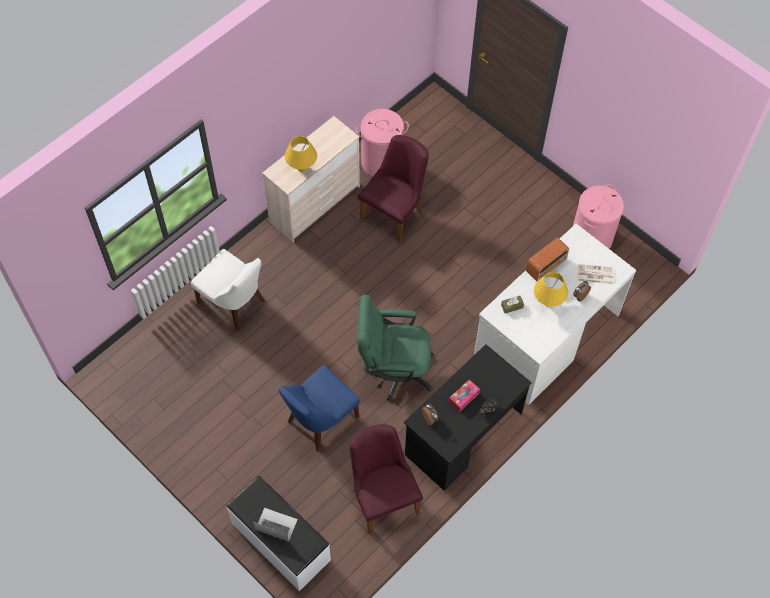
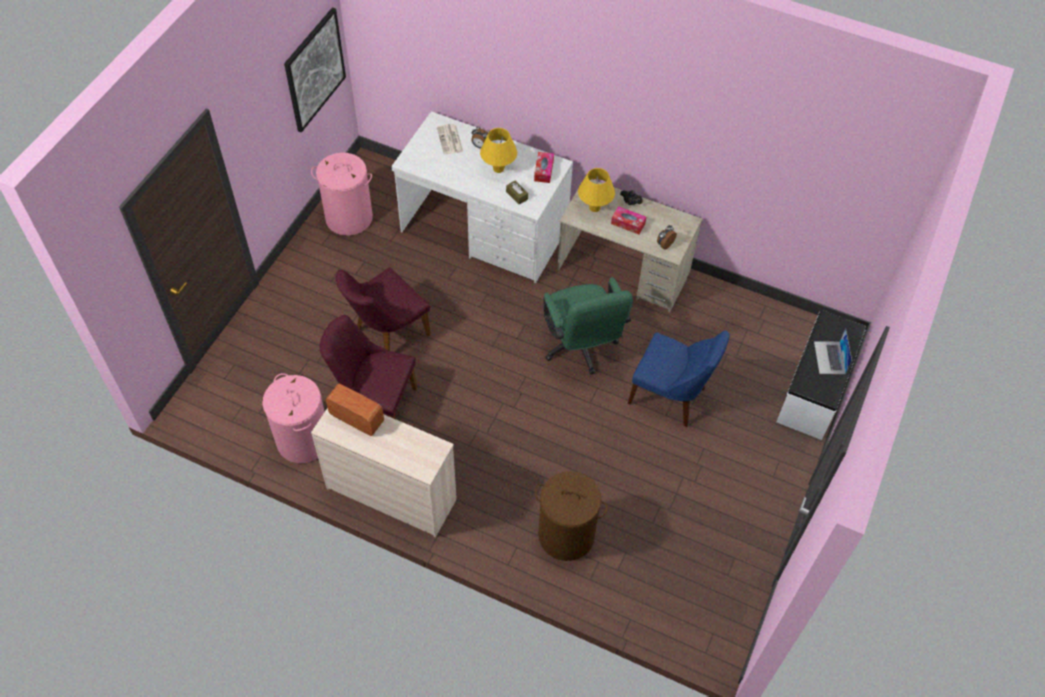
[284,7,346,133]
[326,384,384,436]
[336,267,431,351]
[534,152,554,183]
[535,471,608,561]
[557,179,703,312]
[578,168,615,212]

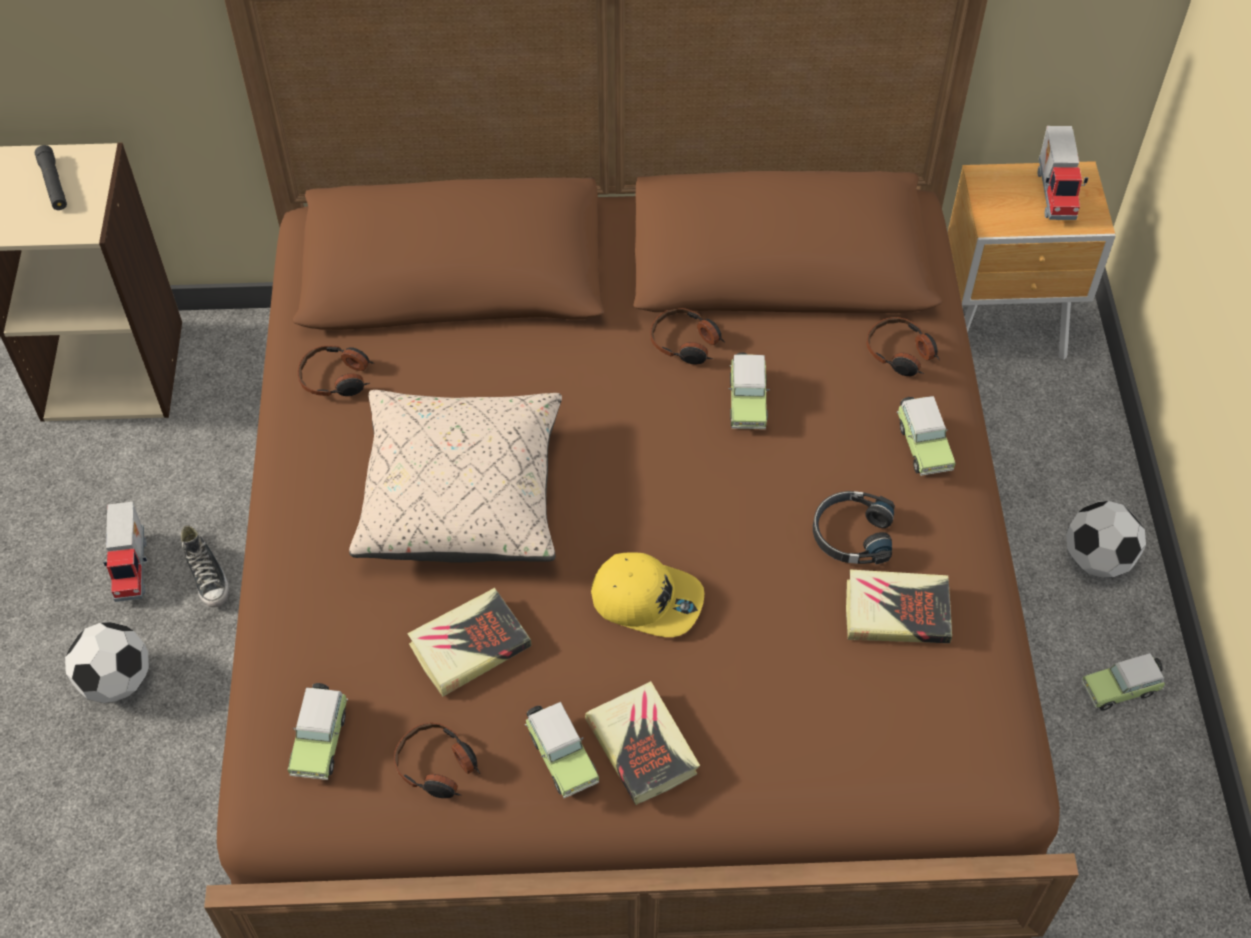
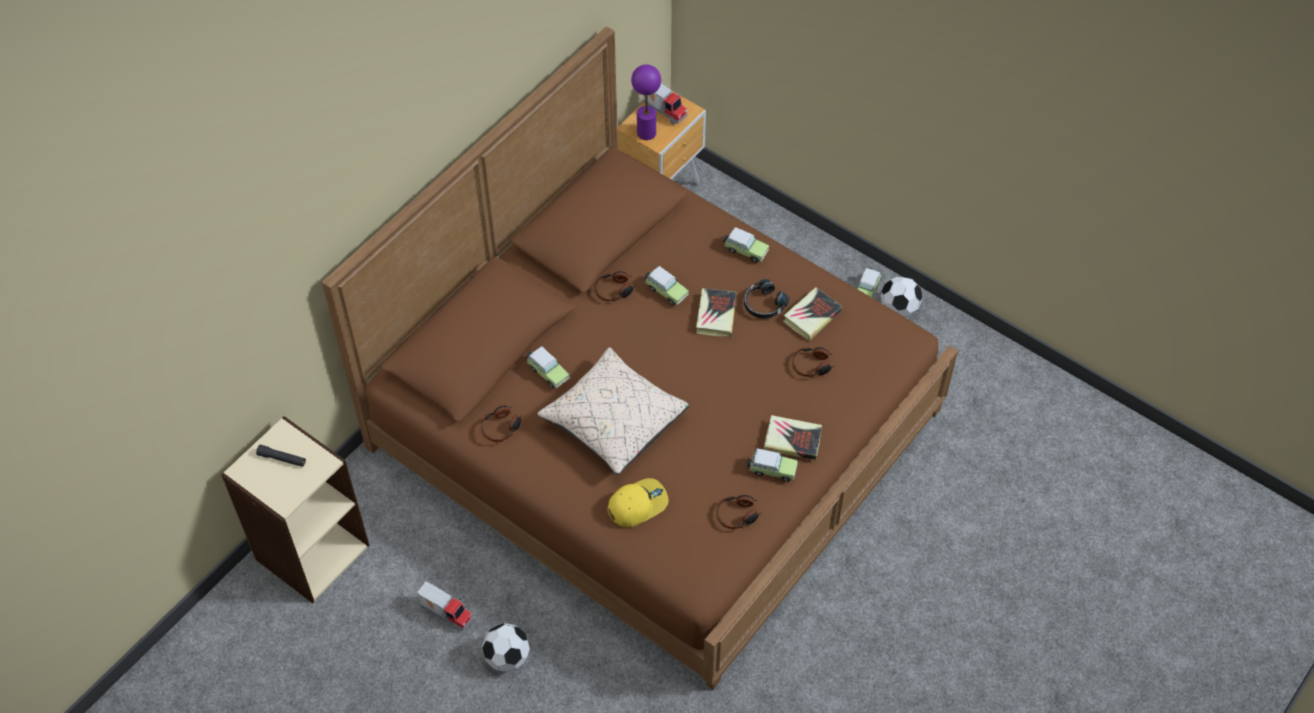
[526,346,570,389]
[607,478,669,527]
[631,64,661,140]
[696,288,737,337]
[792,347,834,377]
[880,276,923,317]
[181,525,229,608] (first image)

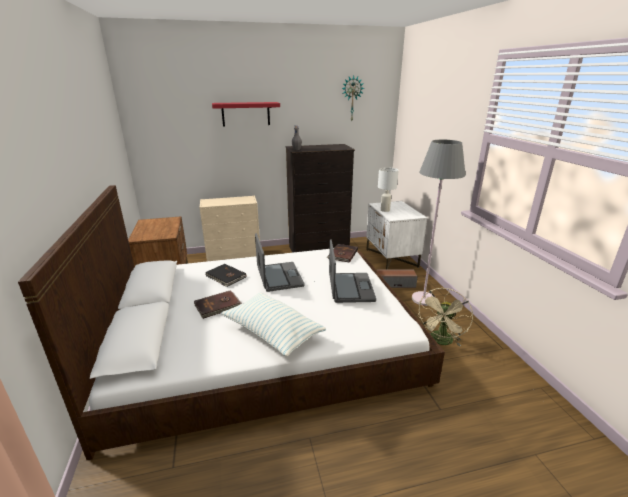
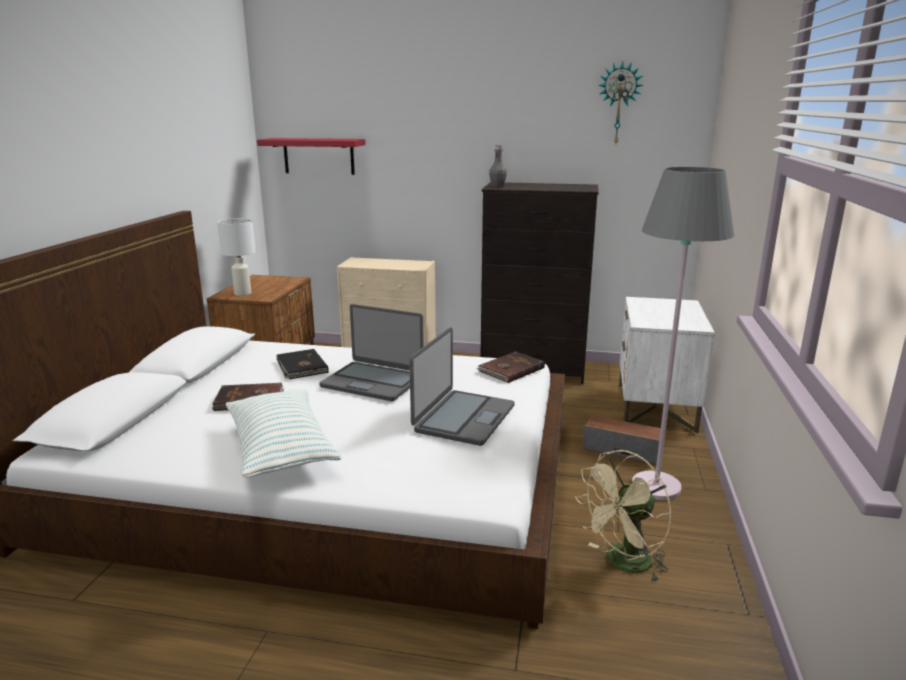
[217,218,256,296]
[257,138,366,175]
[319,304,424,401]

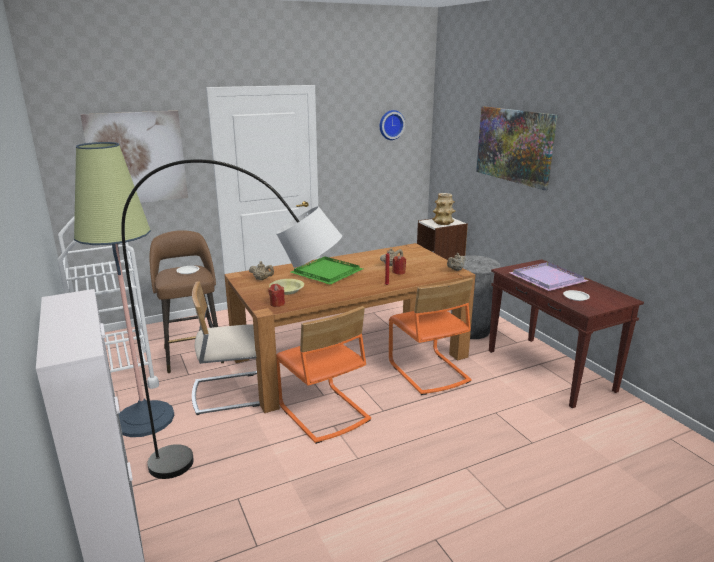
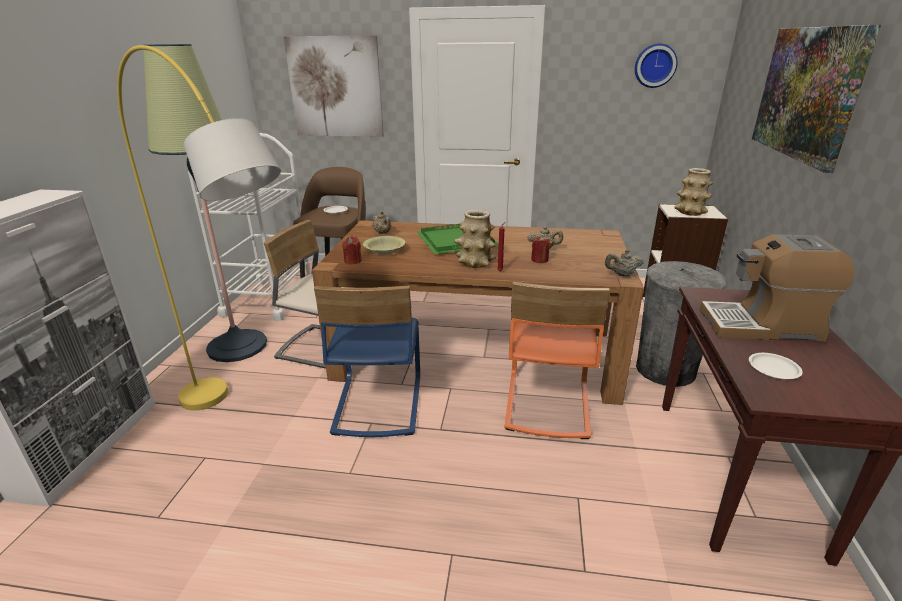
[117,45,281,411]
[314,286,420,437]
[454,210,496,268]
[699,234,855,342]

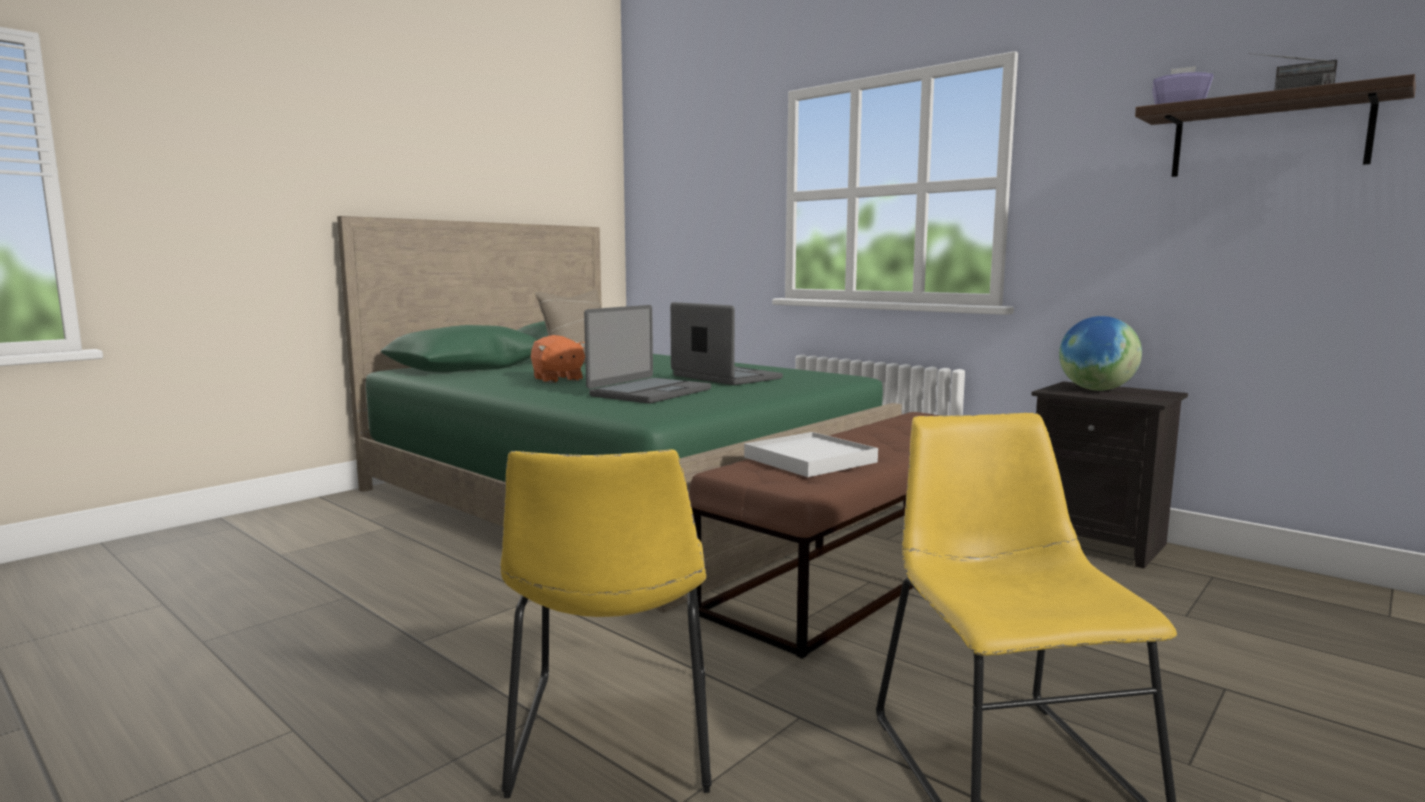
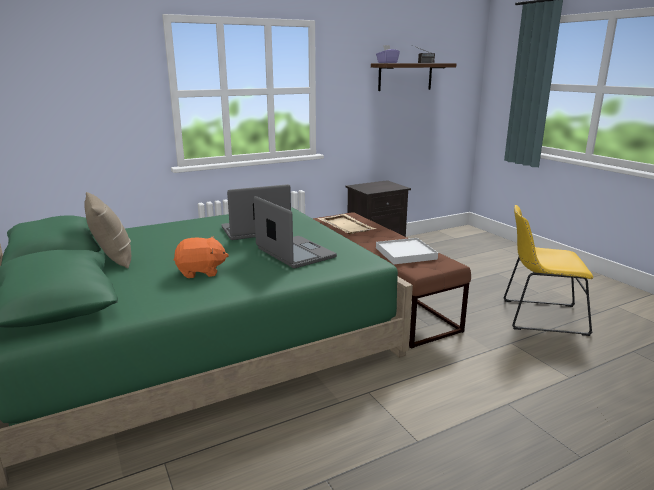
[318,214,376,234]
[501,449,712,798] (first image)
[1059,316,1142,391] (first image)

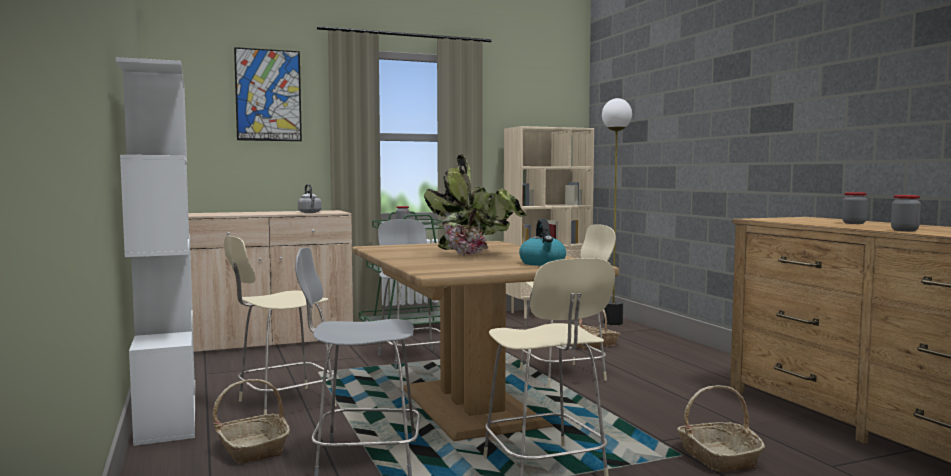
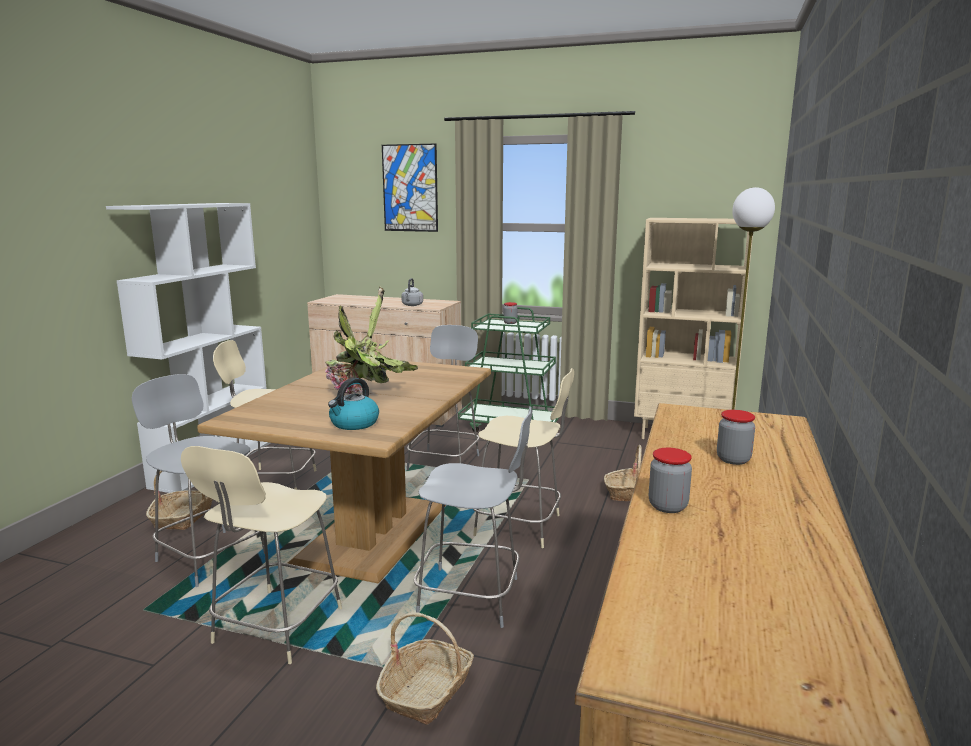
[414,406,532,628]

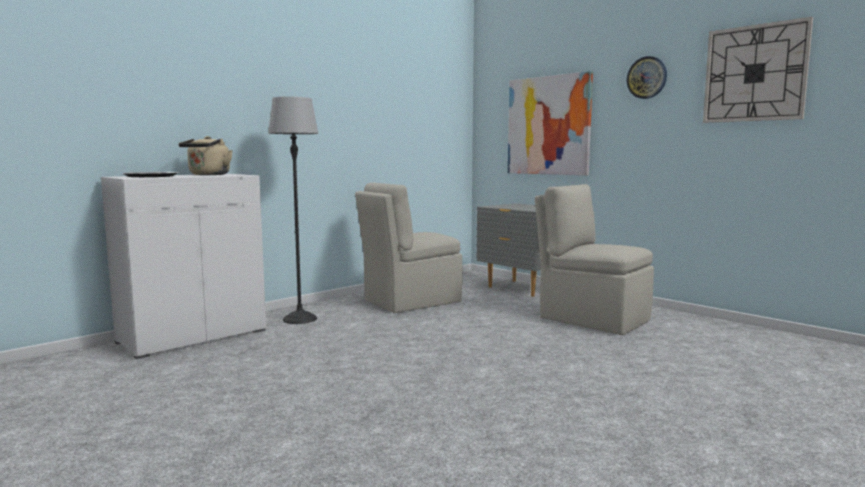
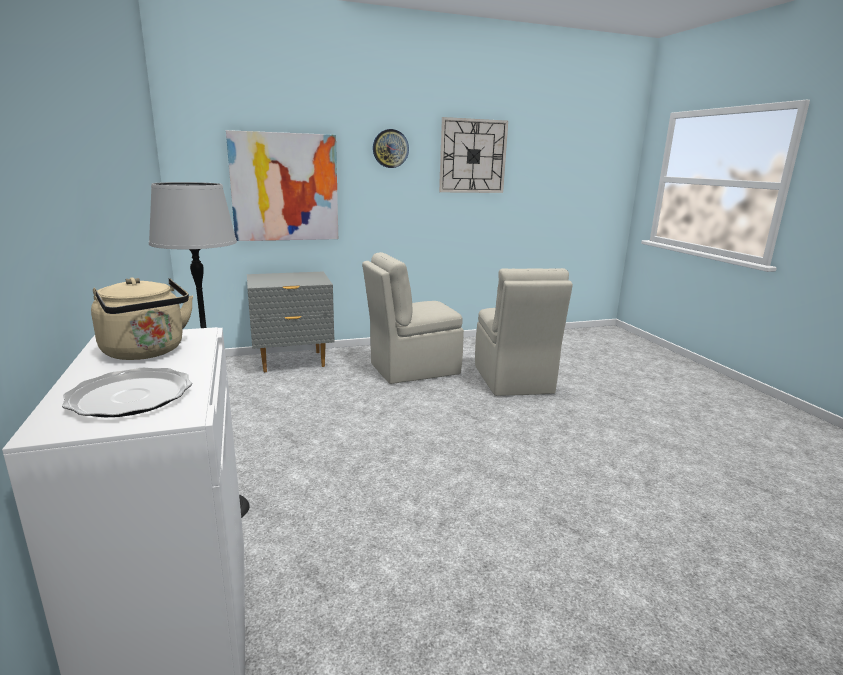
[475,268,573,396]

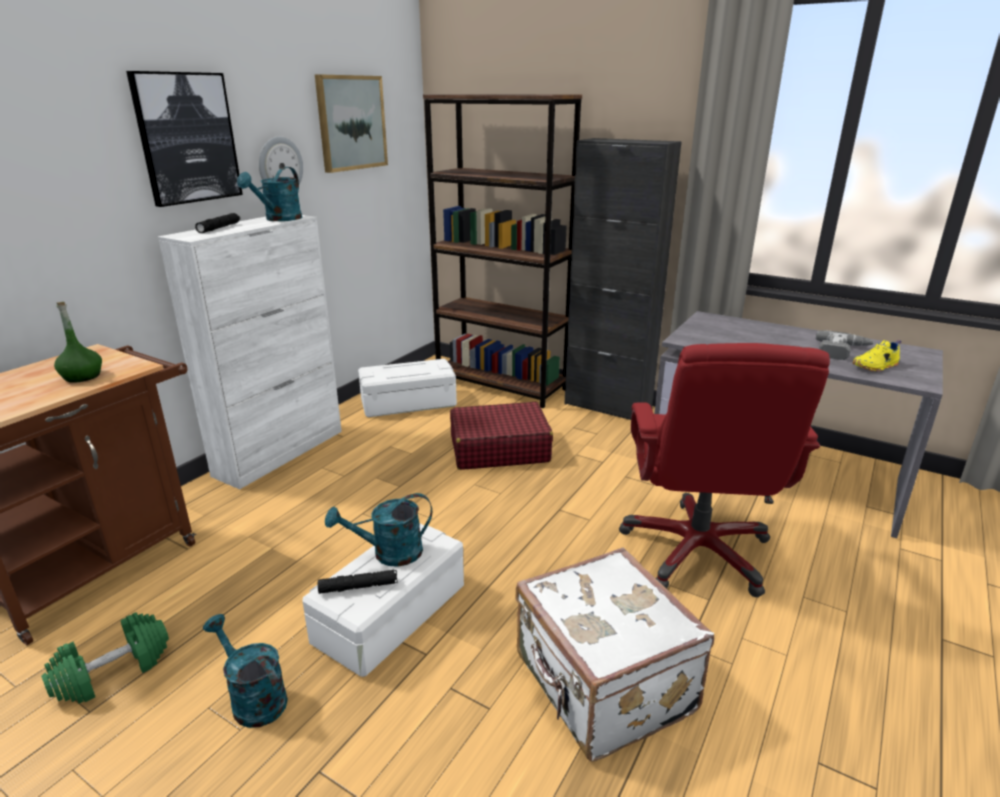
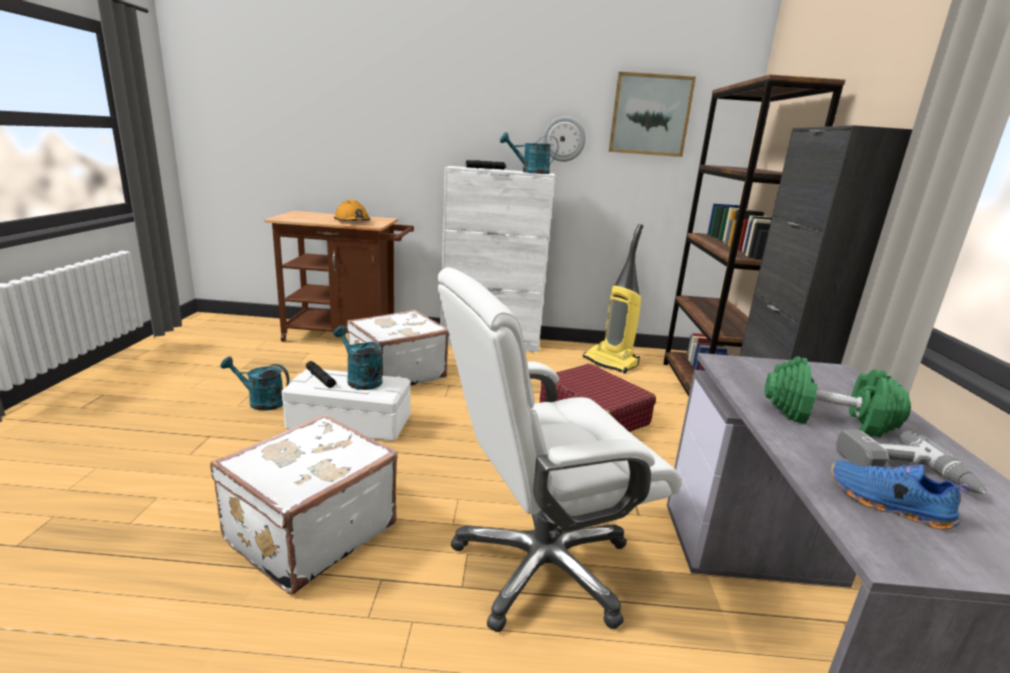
[221,356,289,411]
[334,200,371,221]
[347,310,449,386]
[437,267,682,633]
[583,224,644,373]
[764,356,911,437]
[831,460,969,529]
[126,71,243,207] (first image)

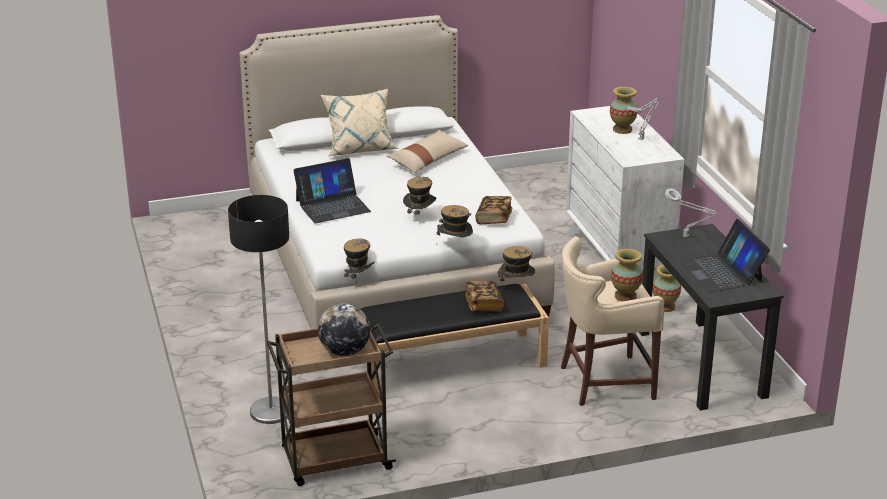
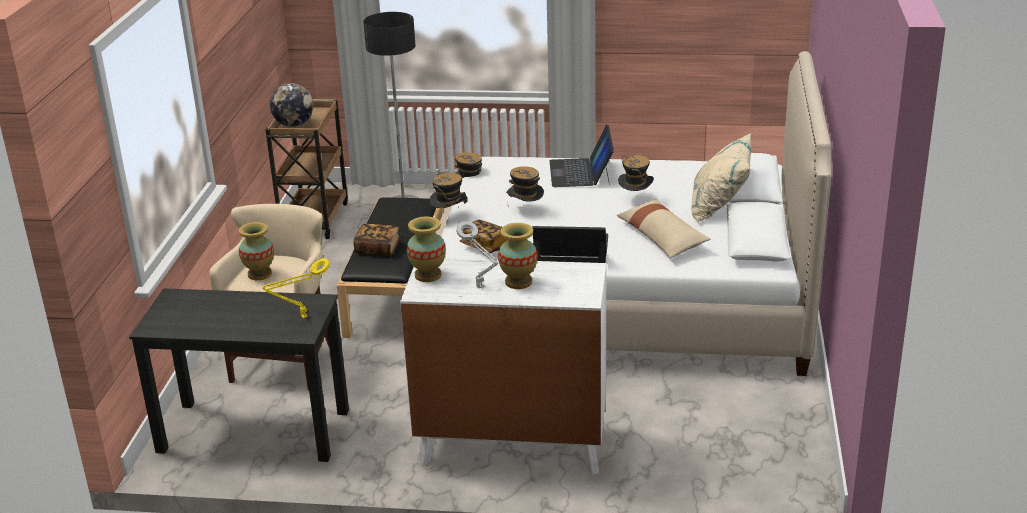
[263,258,330,318]
[407,217,446,282]
[532,226,608,263]
[618,155,654,191]

